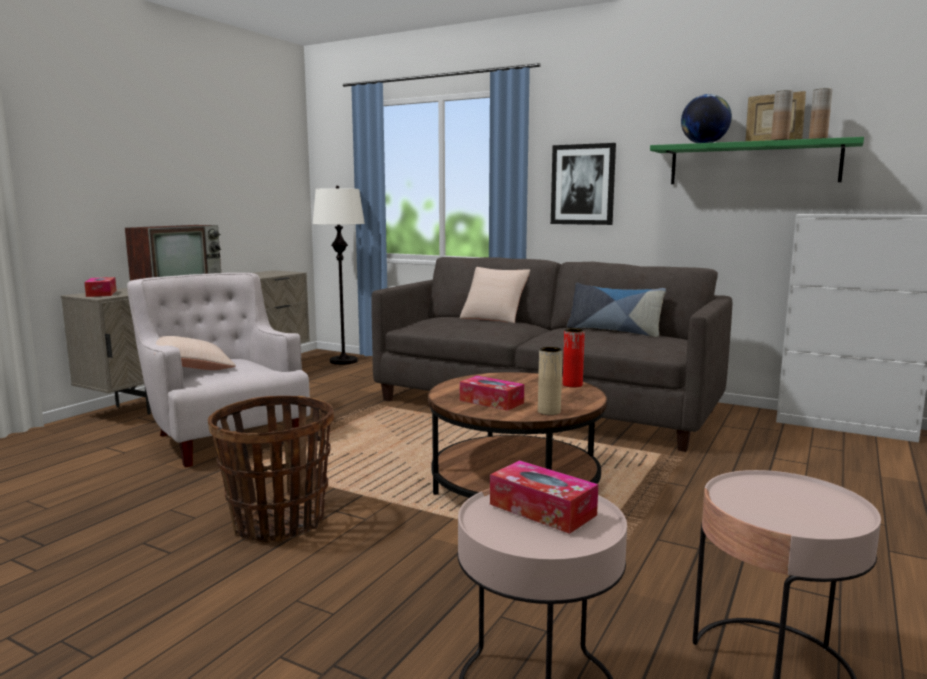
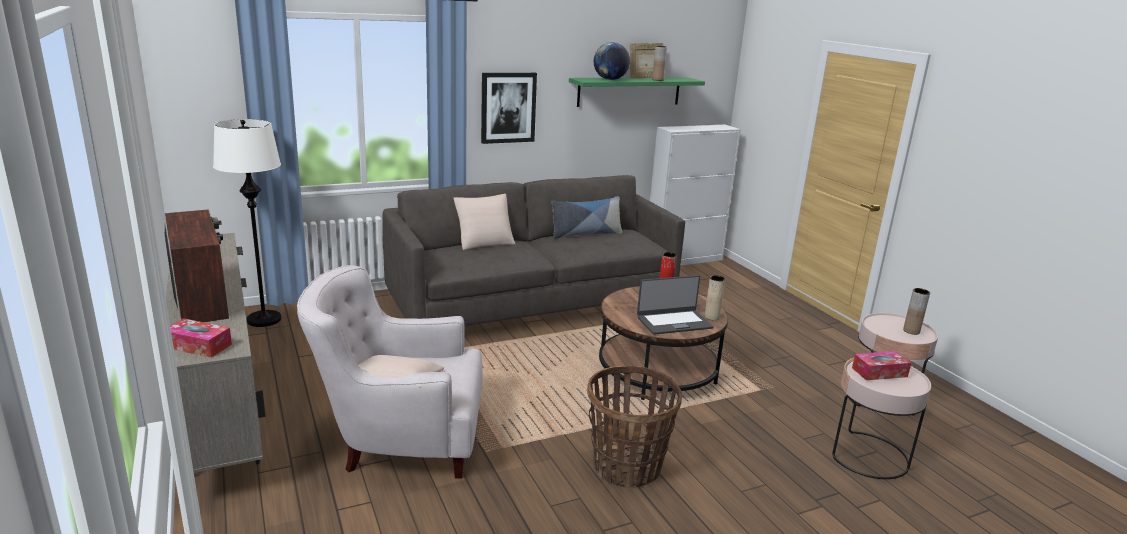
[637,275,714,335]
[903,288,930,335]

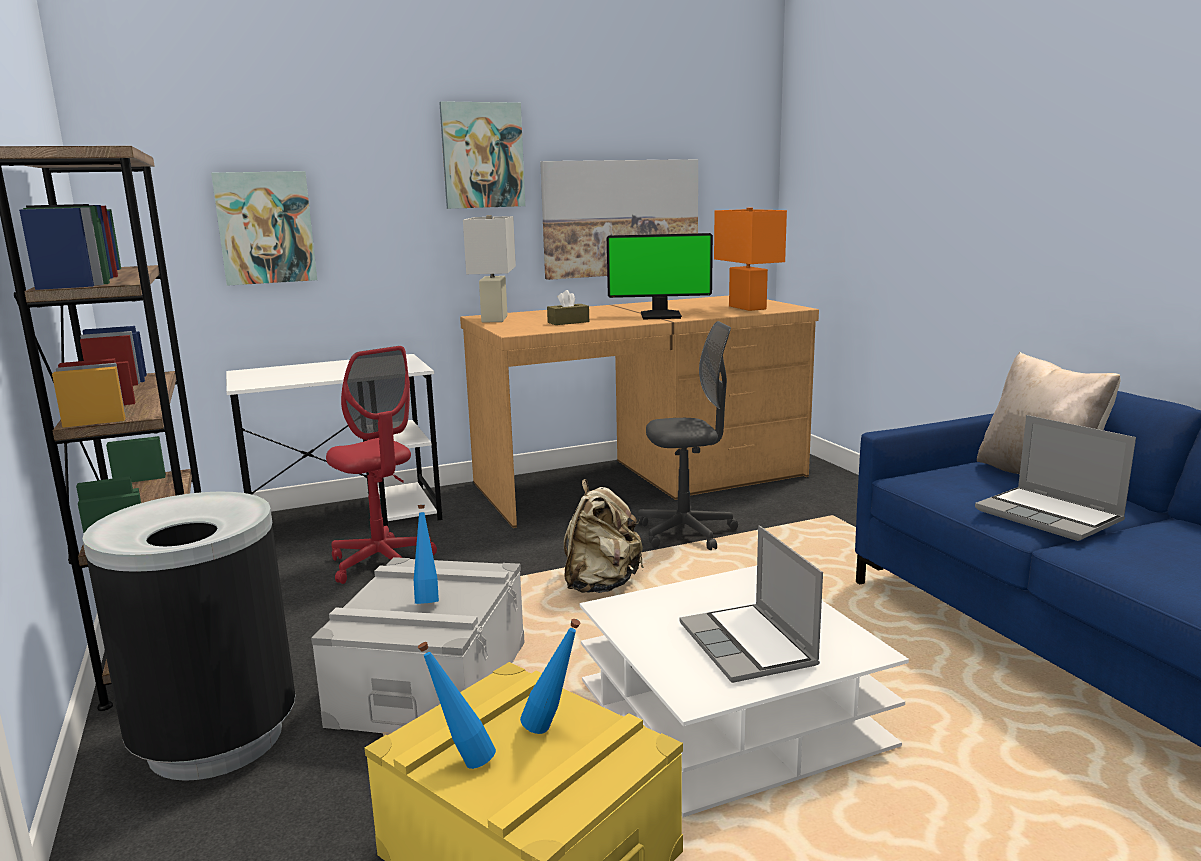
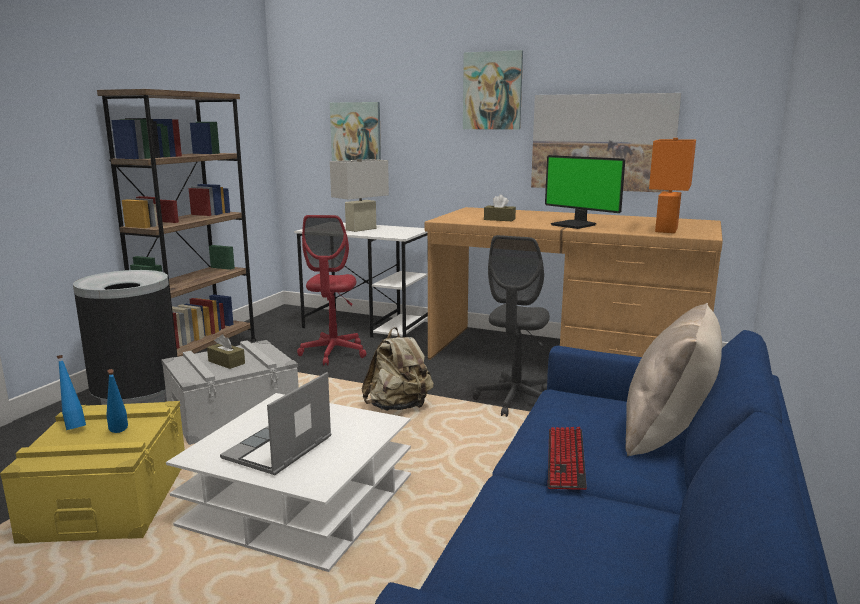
[207,334,245,369]
[330,159,389,232]
[472,235,550,417]
[548,427,587,490]

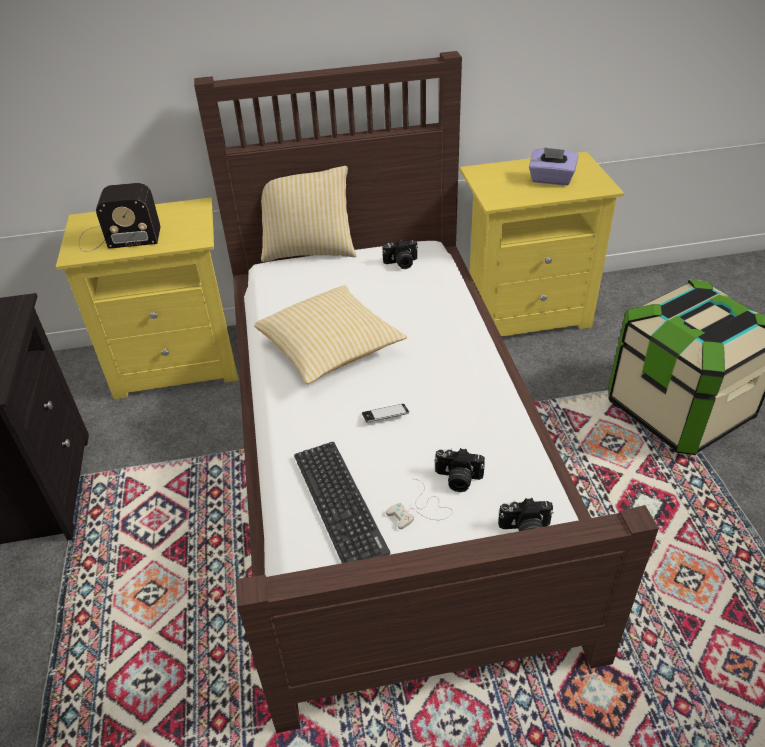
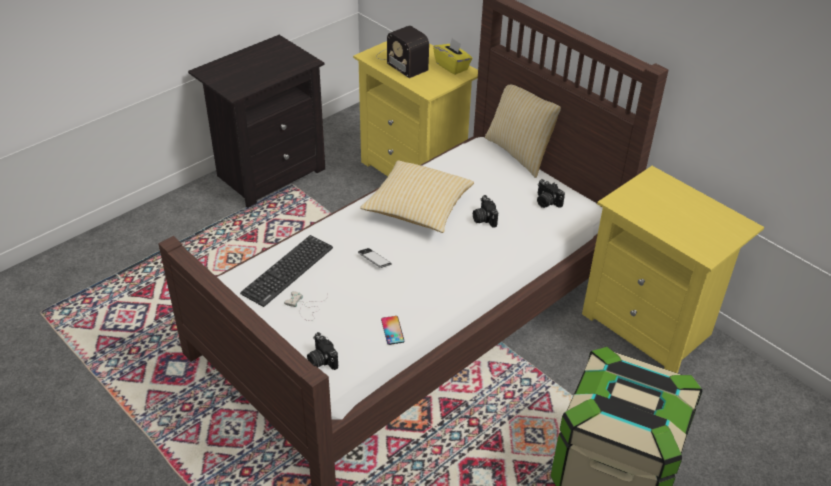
[381,316,405,345]
[433,38,473,75]
[473,195,498,228]
[529,148,578,185] (first image)

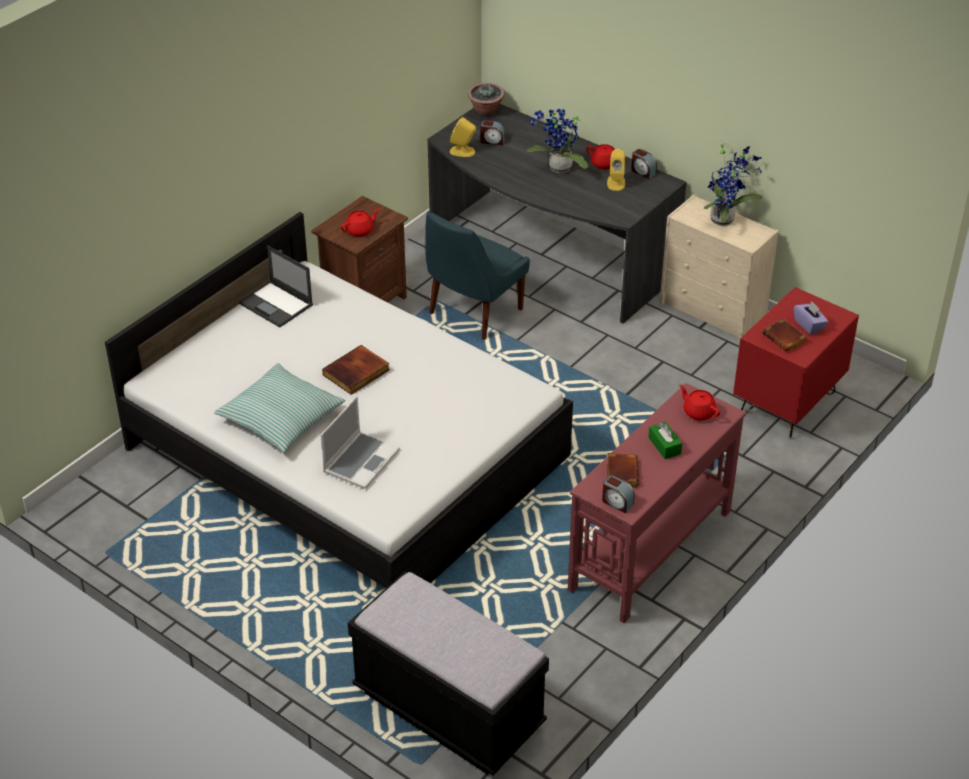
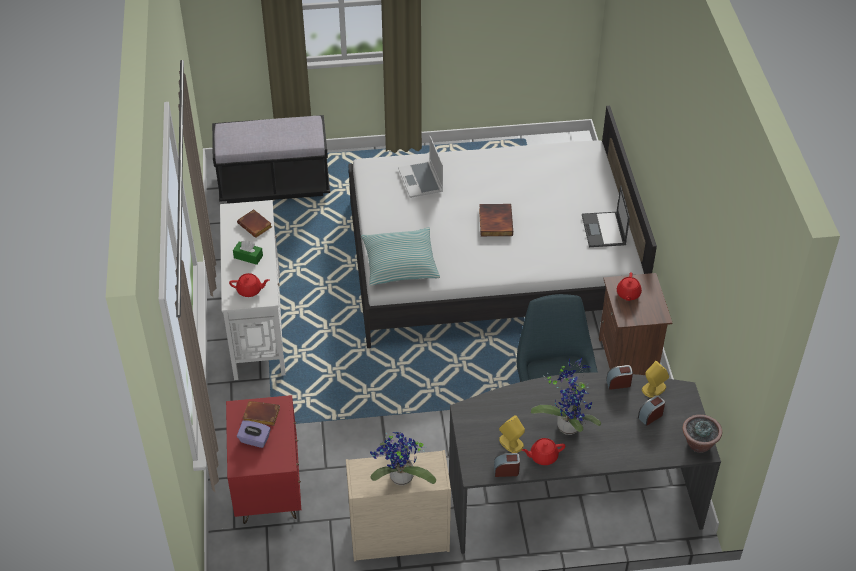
[220,200,286,380]
[361,227,440,286]
[582,185,630,247]
[606,365,633,390]

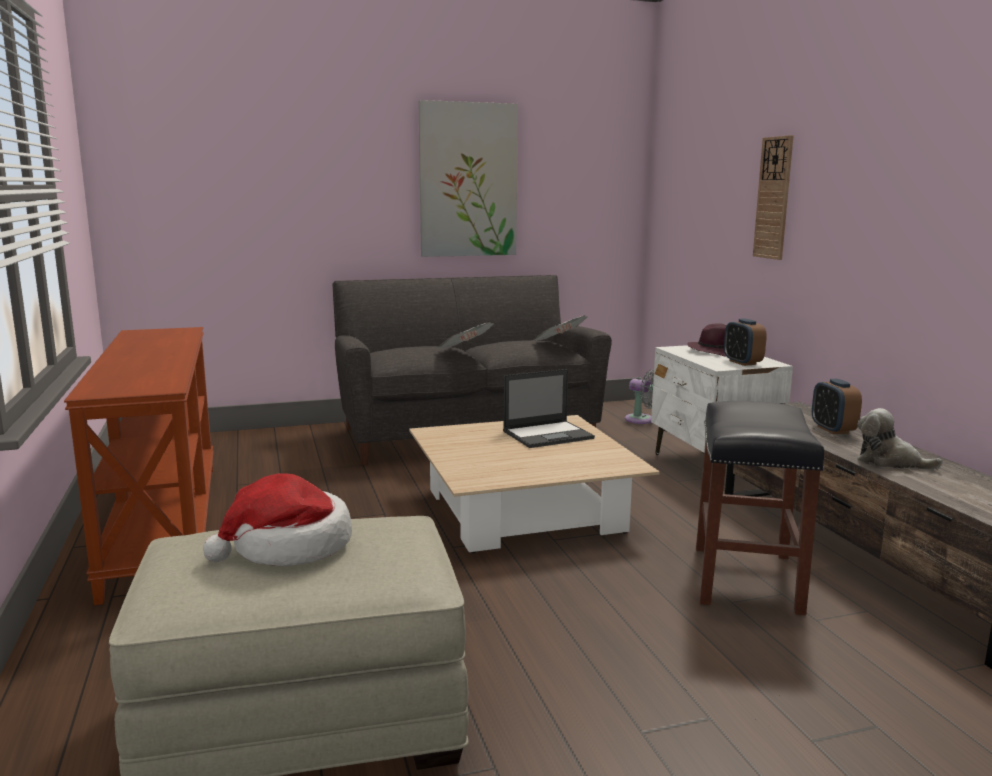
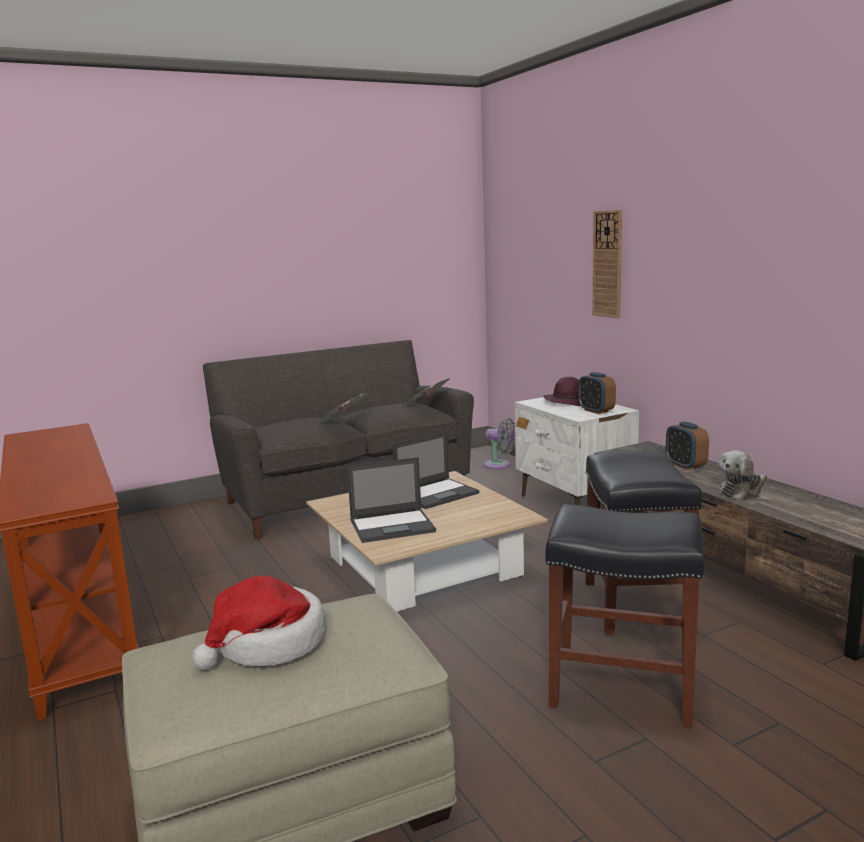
[347,457,436,543]
[545,504,704,728]
[719,450,767,500]
[418,100,518,257] (first image)

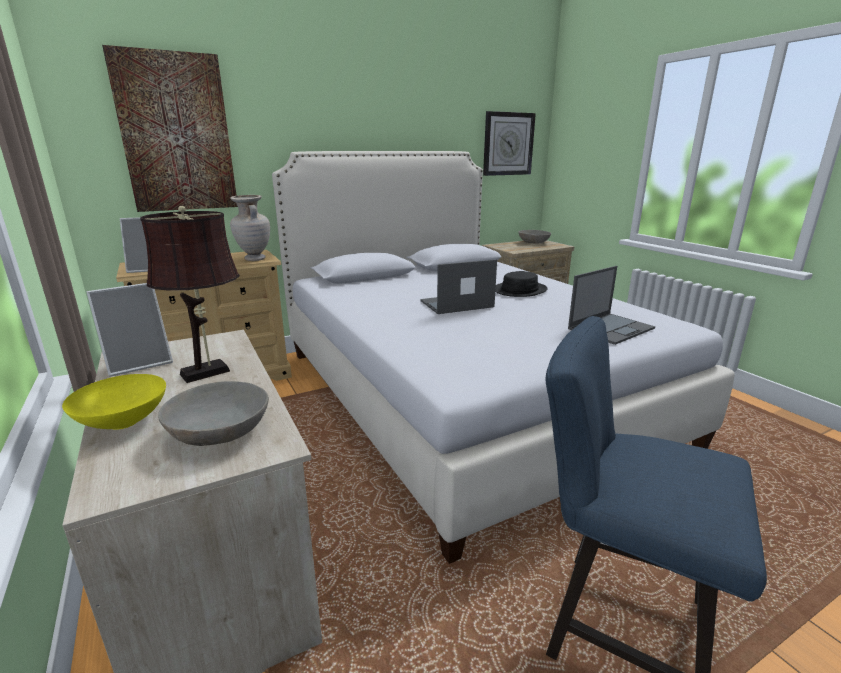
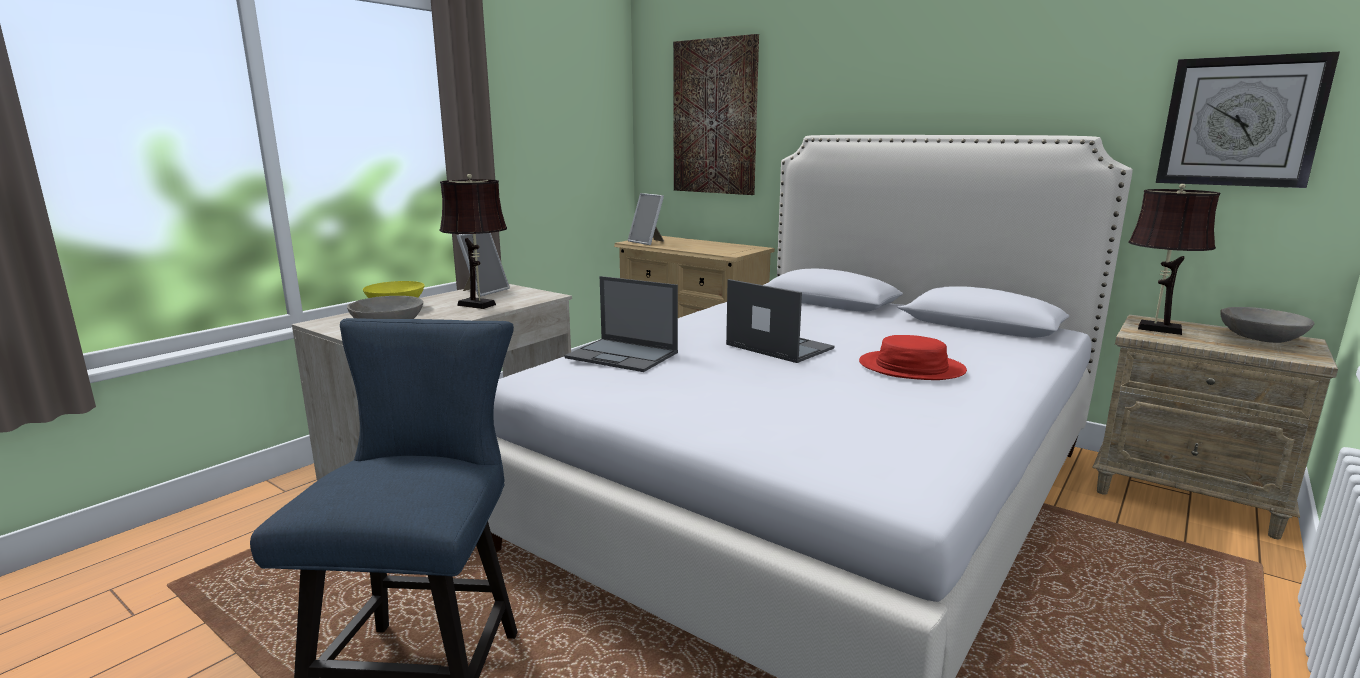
[457,233,510,297]
[565,276,678,372]
[859,335,967,380]
[1129,184,1220,335]
[230,195,270,261] (first image)

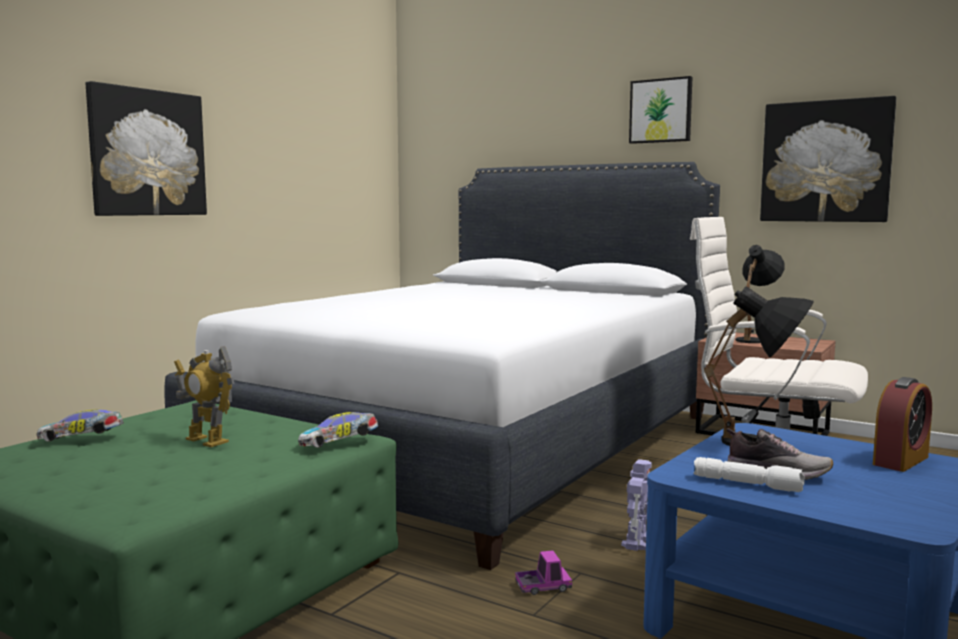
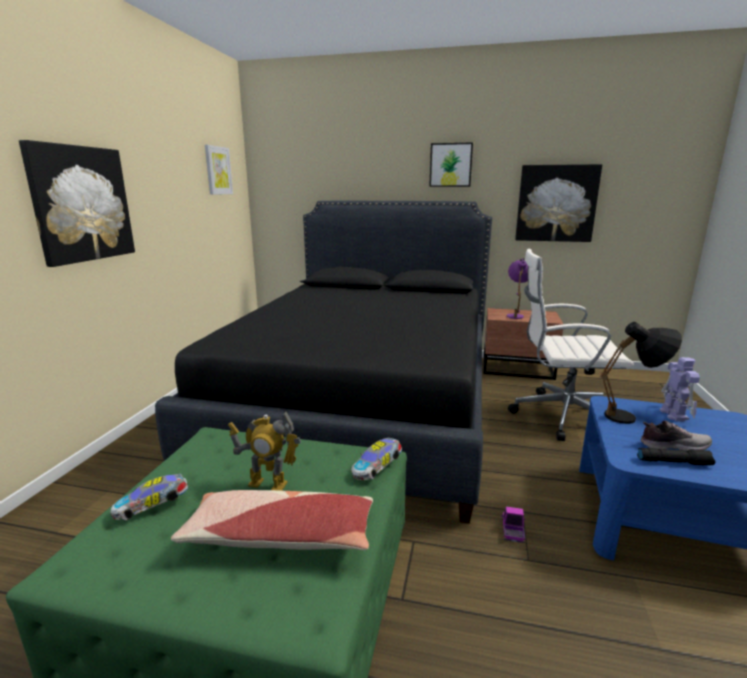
[155,200,492,524]
[171,490,373,550]
[205,145,233,195]
[501,506,525,543]
[507,259,528,319]
[637,448,715,465]
[660,357,700,422]
[873,377,932,472] (first image)

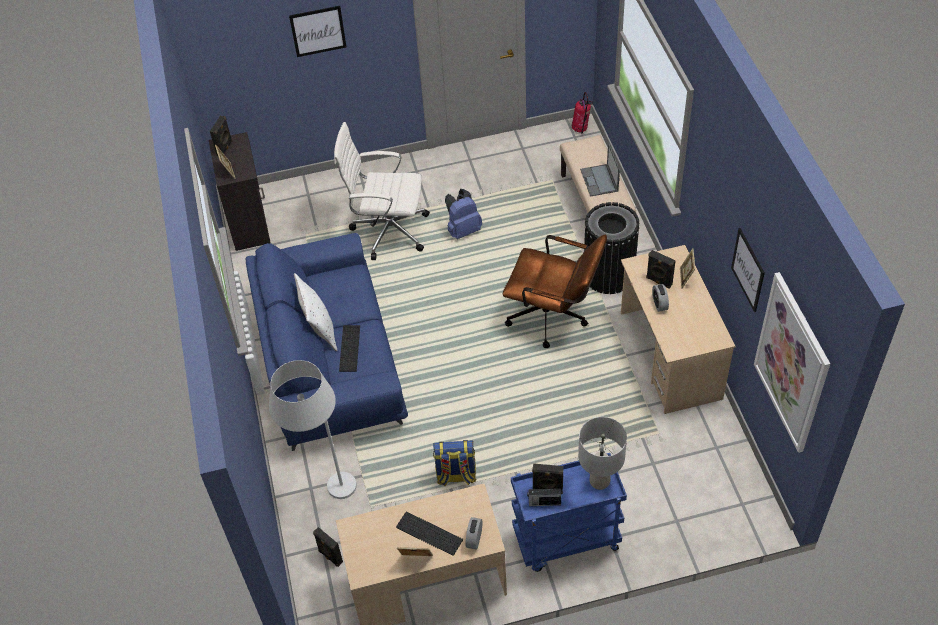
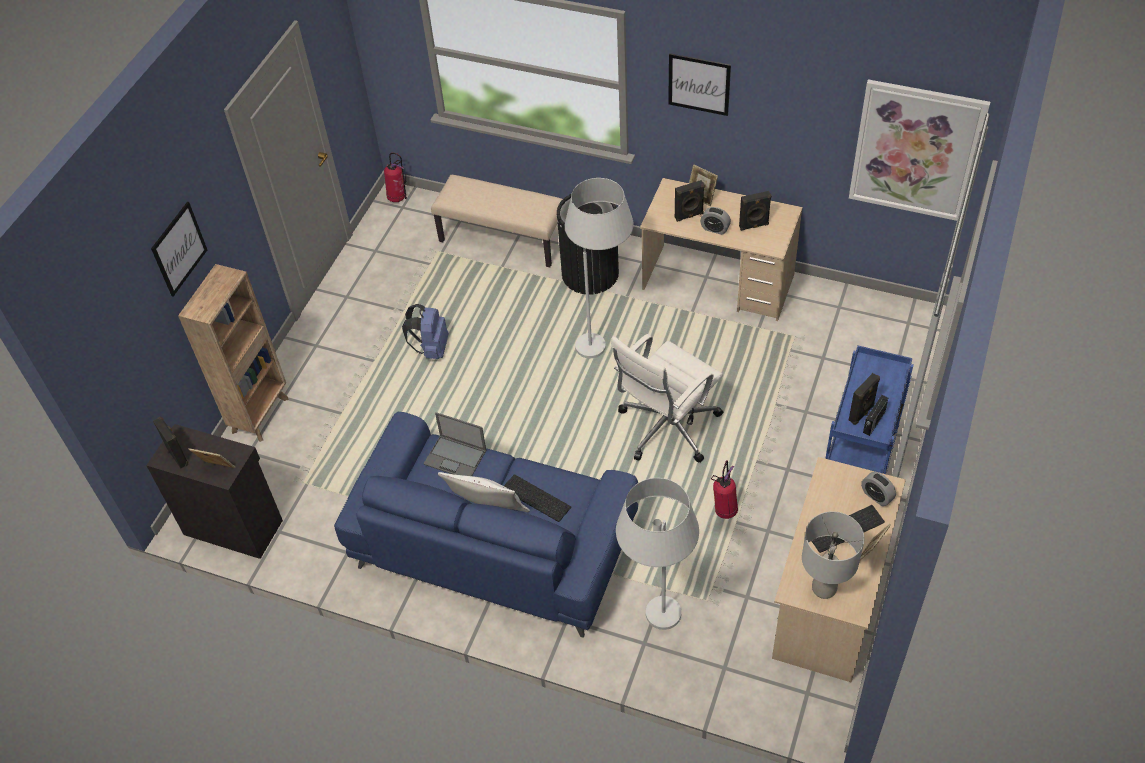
[178,264,289,442]
[424,412,487,476]
[565,178,634,358]
[611,334,723,463]
[668,53,731,116]
[711,460,738,519]
[739,191,772,231]
[802,511,864,599]

